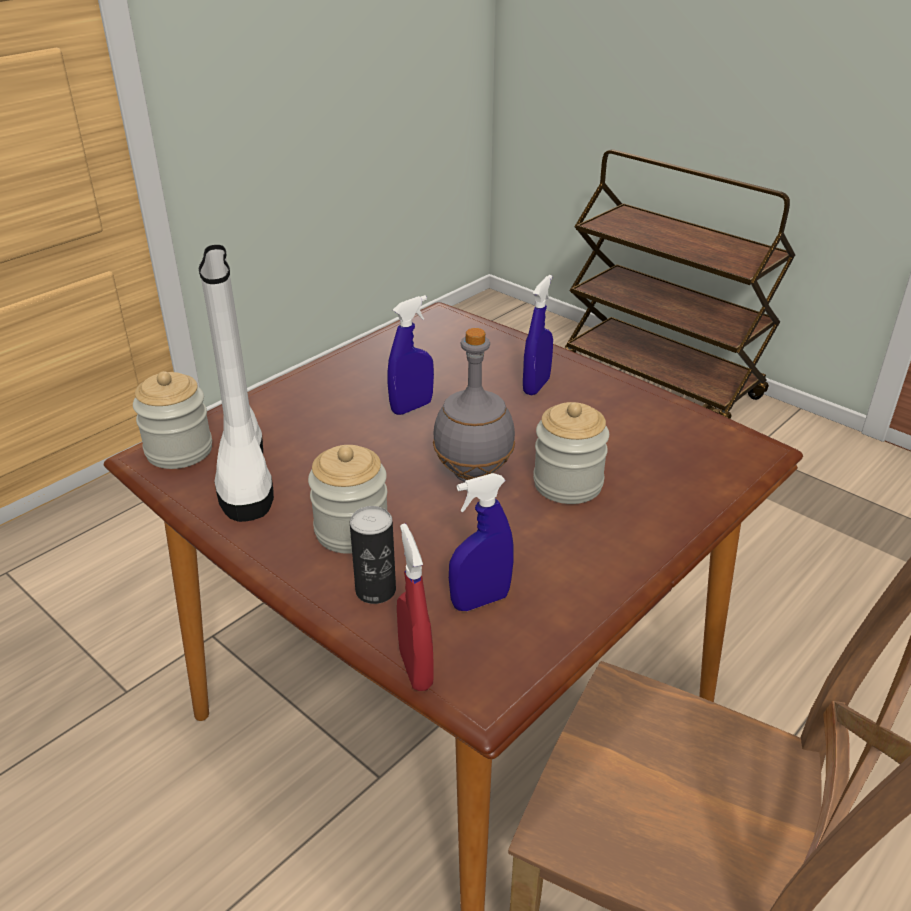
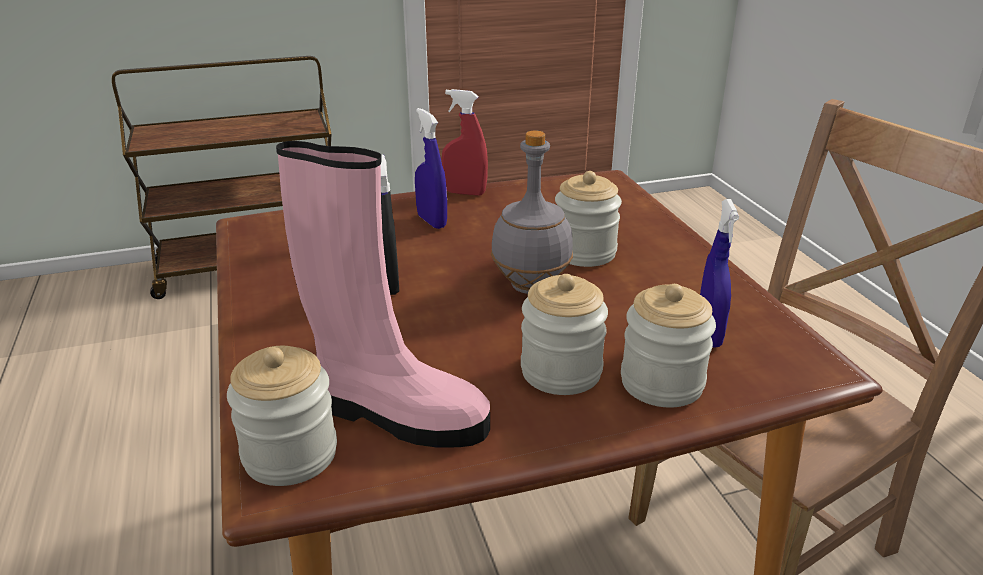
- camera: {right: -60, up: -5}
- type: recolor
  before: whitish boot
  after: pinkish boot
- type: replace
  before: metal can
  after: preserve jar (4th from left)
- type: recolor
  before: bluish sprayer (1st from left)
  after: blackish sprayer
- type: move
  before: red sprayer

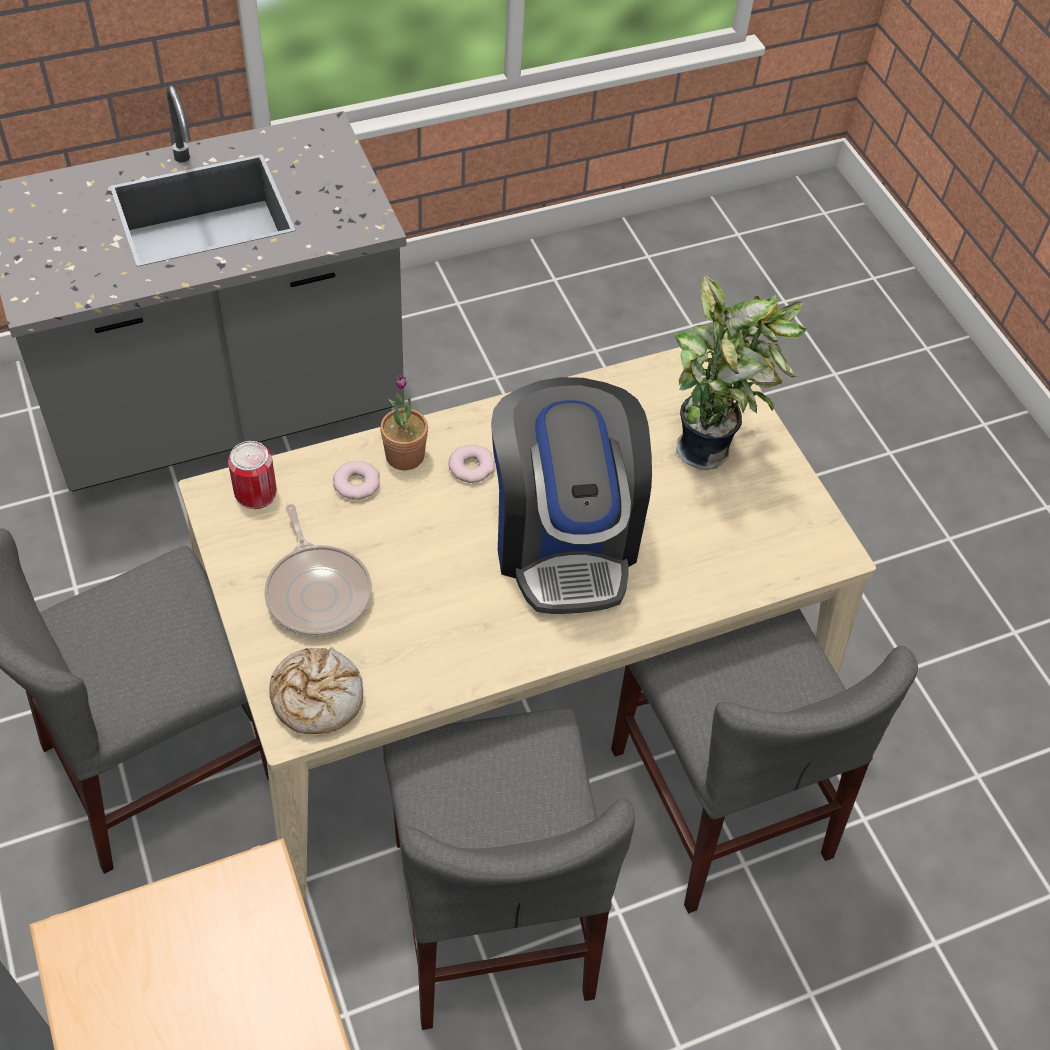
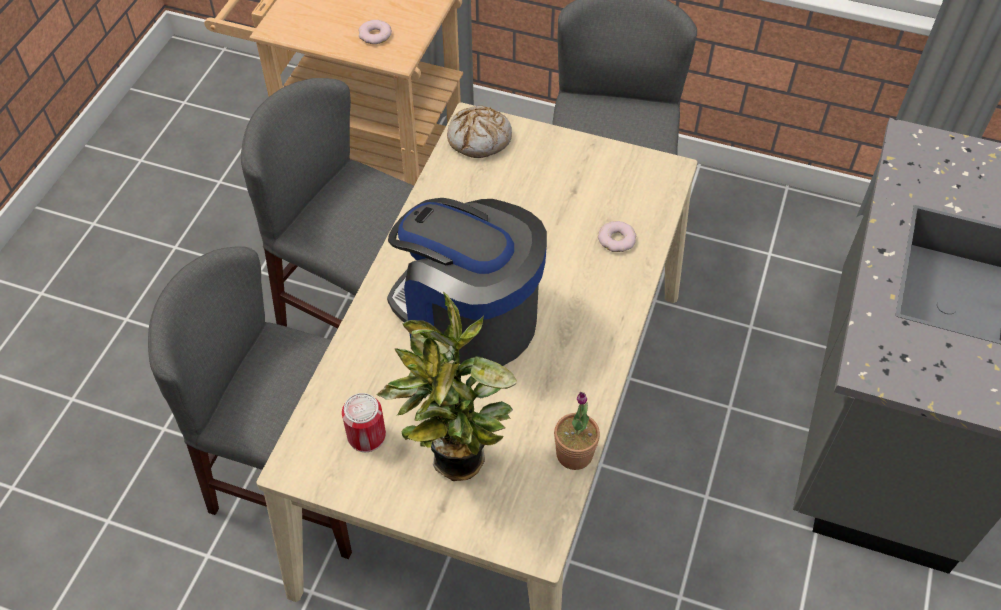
- camera: {right: 135, up: 0}
- type: move
  before: metal can
- type: delete
  before: pan
- type: move
  before: potted plant (1st from left in the first image)
  after: potted plant (2nd from left)
- type: move
  before: doughnut (2nd from left in the first image)
  after: doughnut (1st from left)

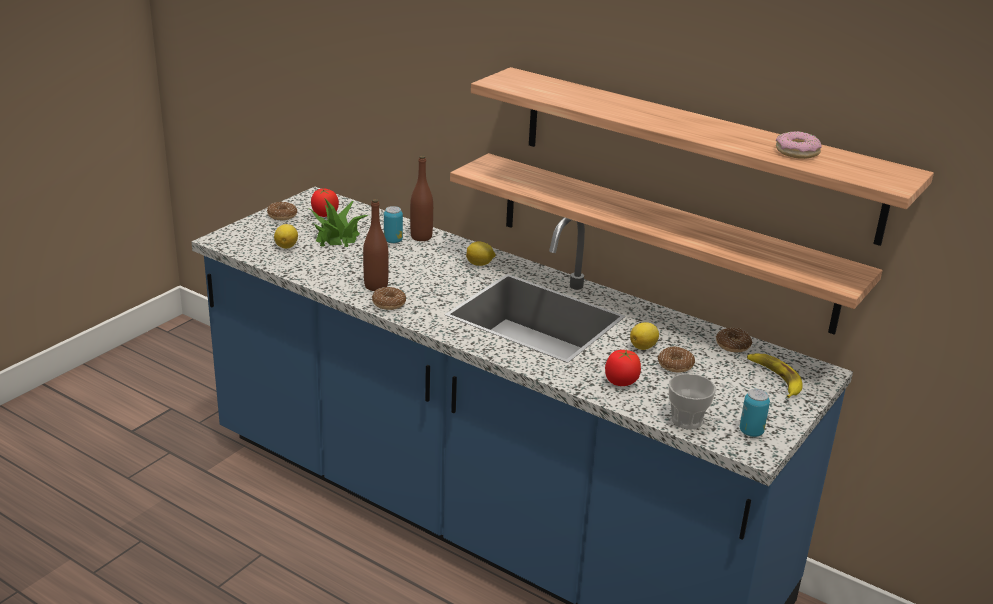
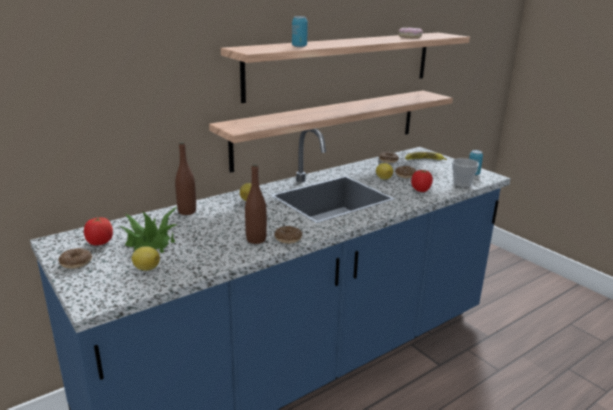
- camera: {right: -70, up: -5}
- type: move
  before: metal can (1st from left)

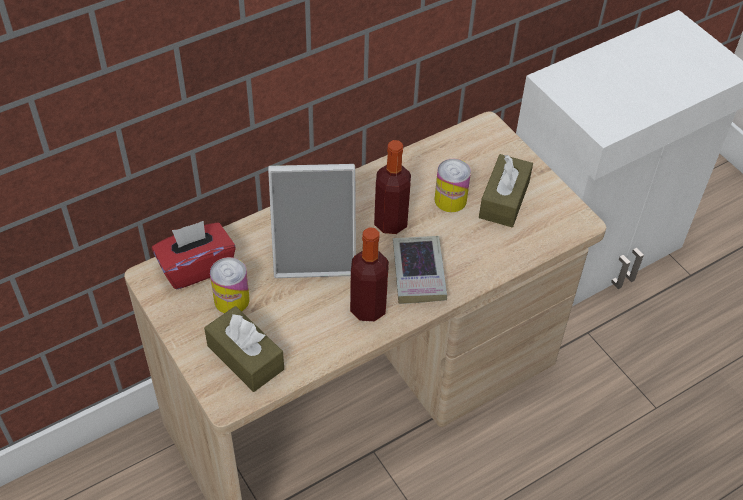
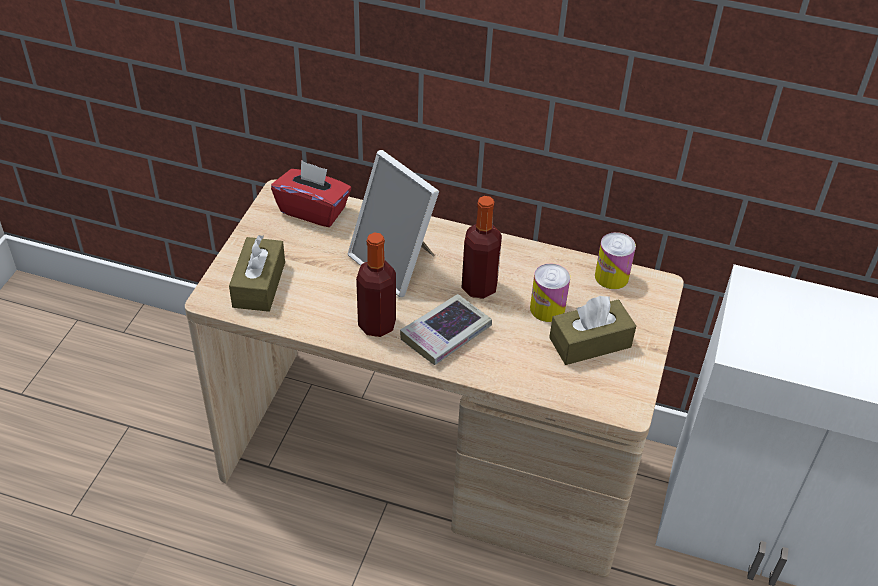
- camera: {right: 50, up: -5}
- type: move
  before: metal can (1st from left in the first image)
  after: metal can (2nd from left)

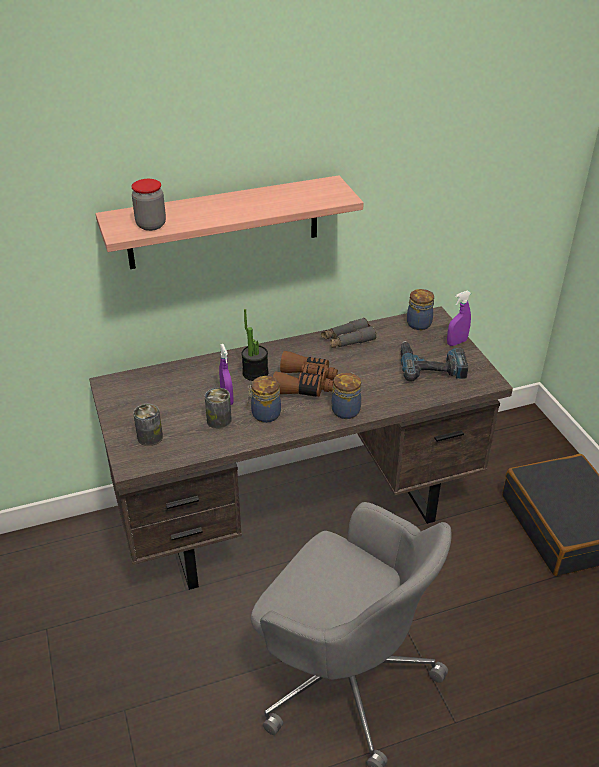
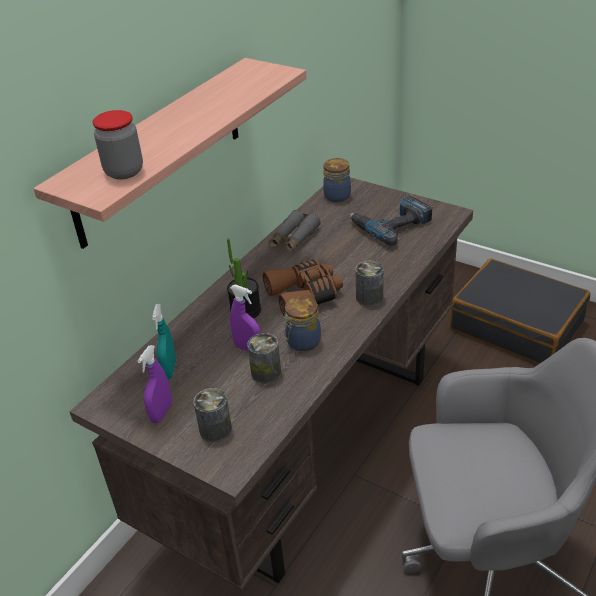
- camera: {right: -35, up: 0}
- type: replace
  before: preserve jar (3rd from left)
  after: metal can (3rd from left)
- type: move
  before: purple sprayer (2nd from left in the first image)
  after: purple sprayer (1st from left)
- type: insert
  after: turquoise sprayer

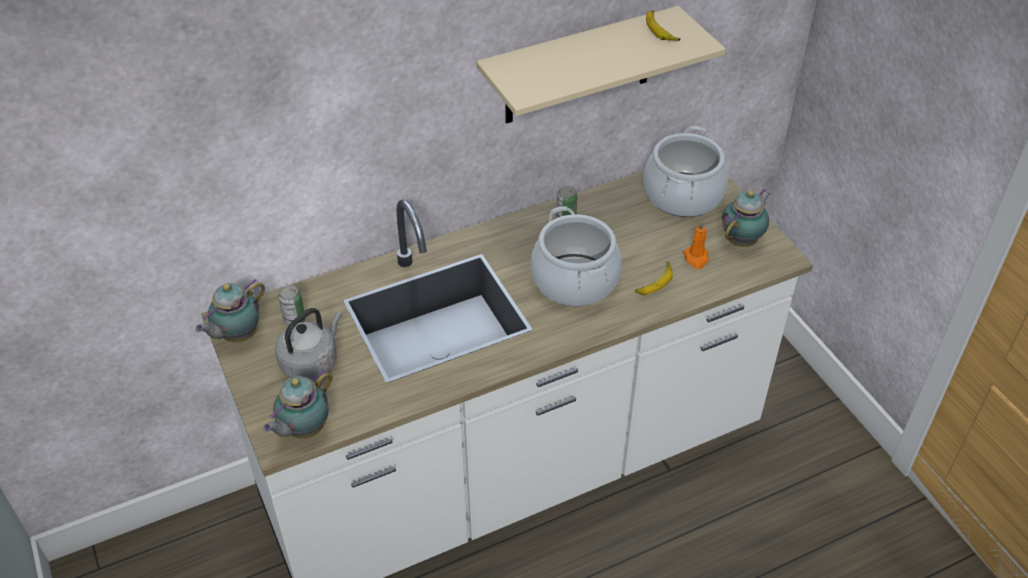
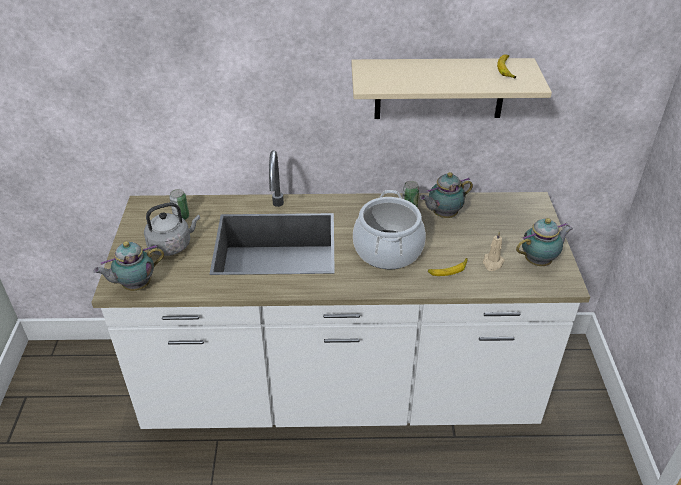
- camera: {right: 25, up: -5}
- type: move
  before: teapot (1st from left in the first image)
  after: teapot (2nd from left)
- type: delete
  before: stockpot (2nd from left)
- type: recolor
  before: orange-coloured candle
  after: beige candle

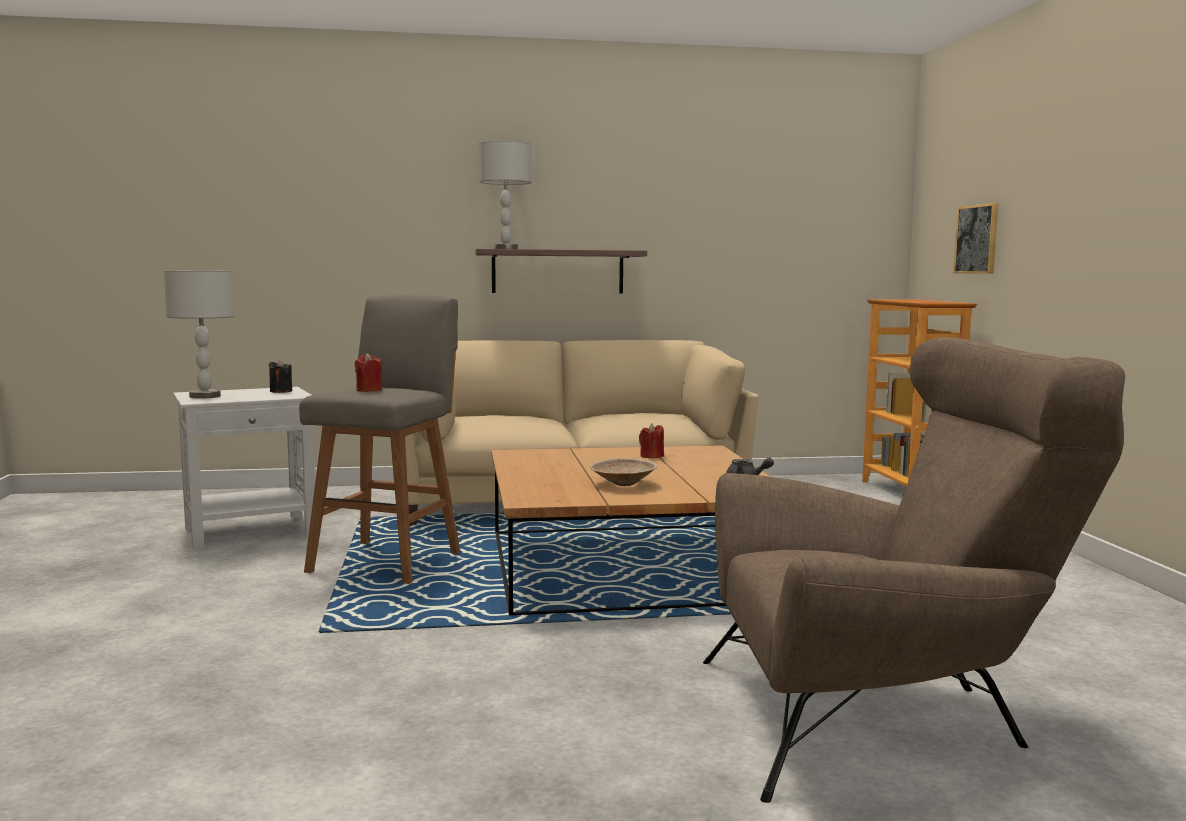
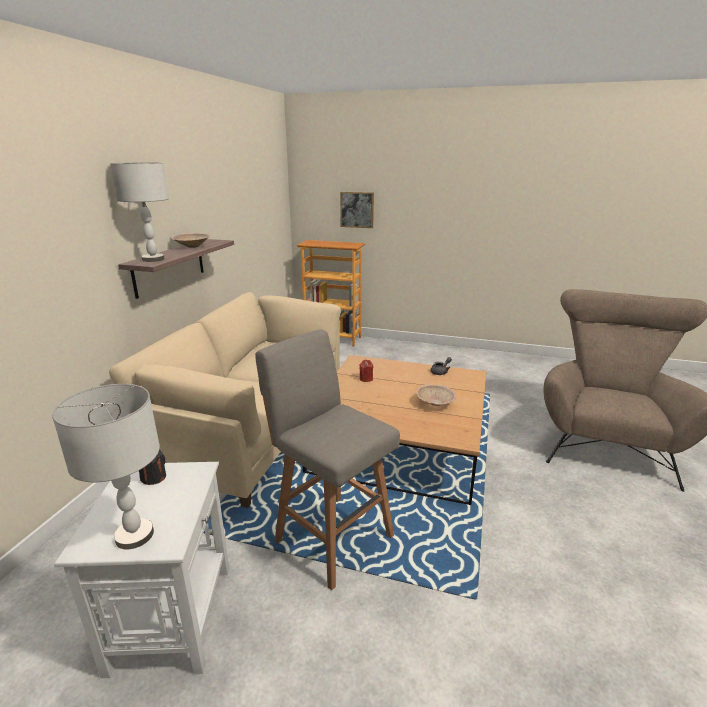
- camera: {right: -65, up: 15}
- type: delete
  before: red candle (1st from left)
- type: insert
  after: beige bowl (1st from left)

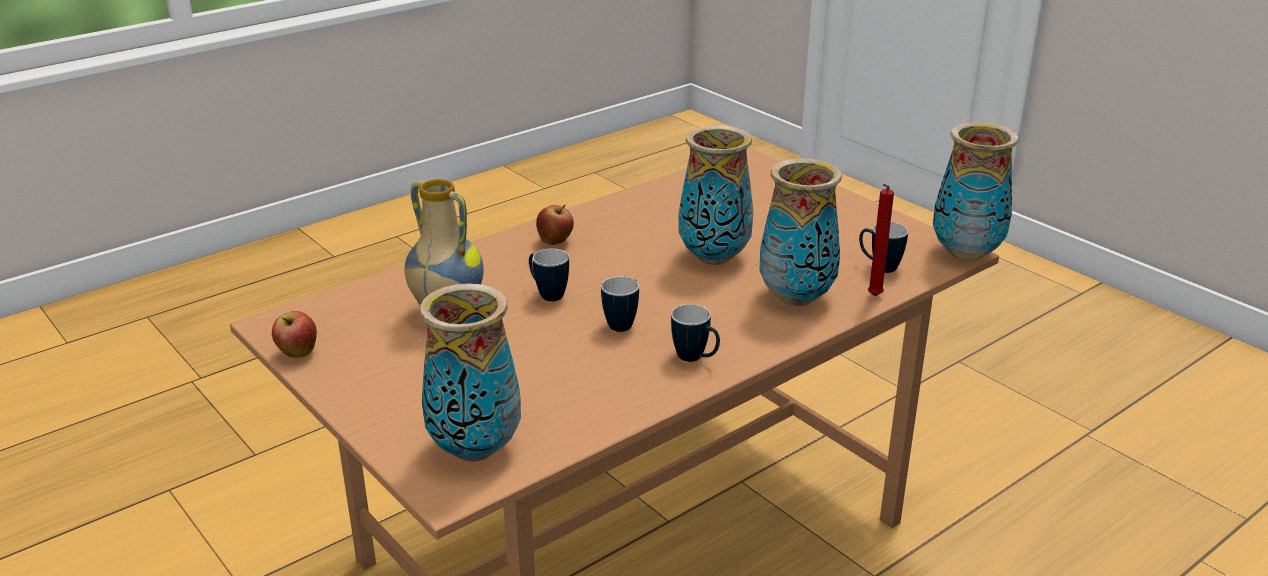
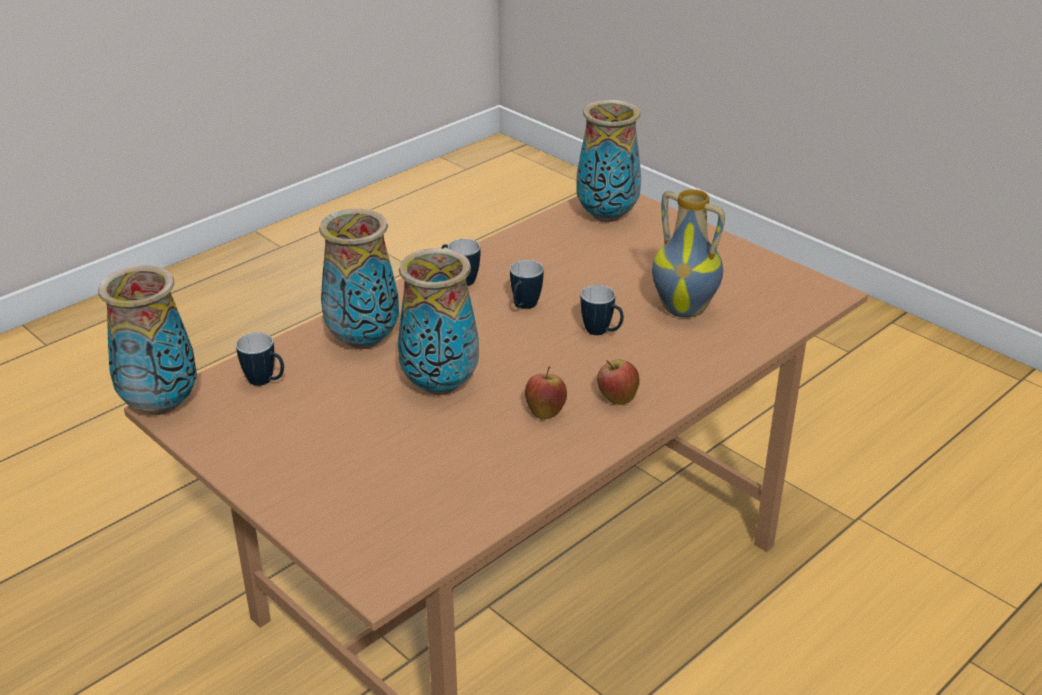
- camera: {right: 175, up: 5}
- type: move
  before: apple fruit (1st from left)
- type: delete
  before: red candle

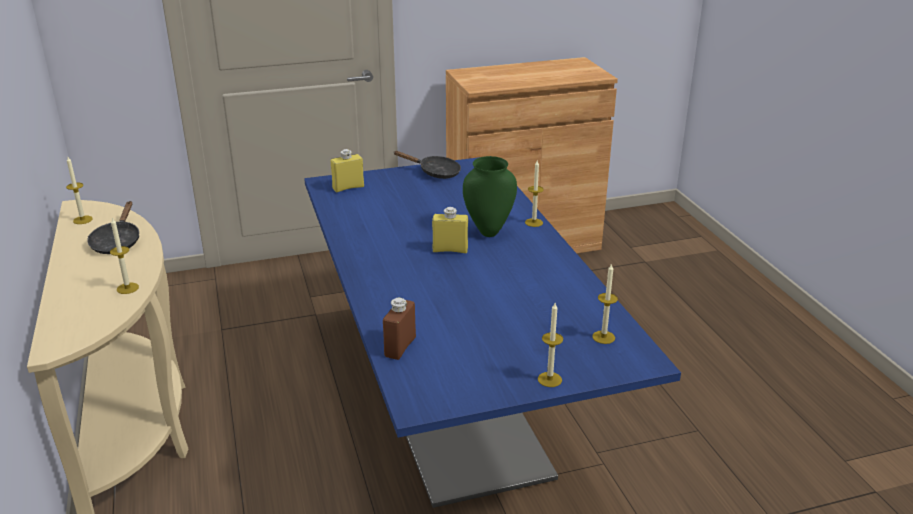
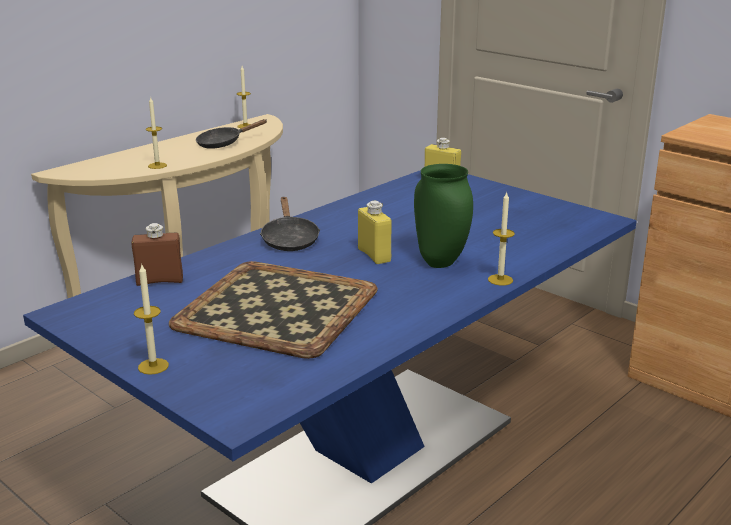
- camera: {right: 60, up: -5}
- type: move
  before: blackish pan (2nd from left)
- type: delete
  before: candle (5th from left)
- type: insert
  after: serving tray

